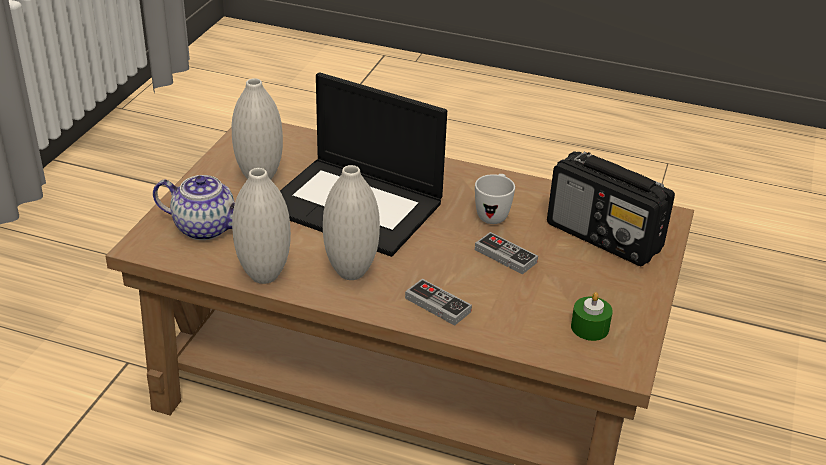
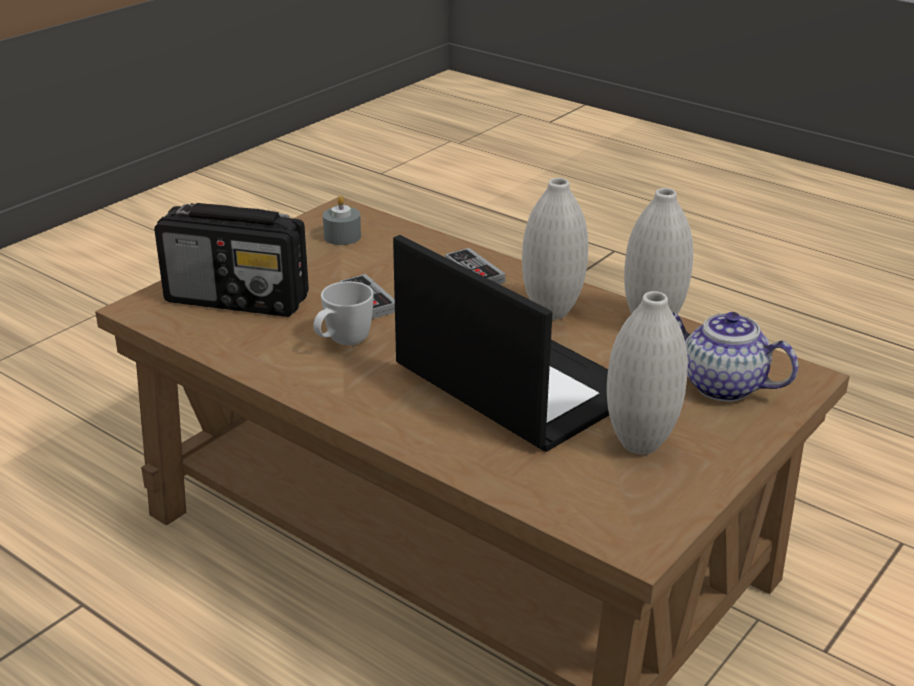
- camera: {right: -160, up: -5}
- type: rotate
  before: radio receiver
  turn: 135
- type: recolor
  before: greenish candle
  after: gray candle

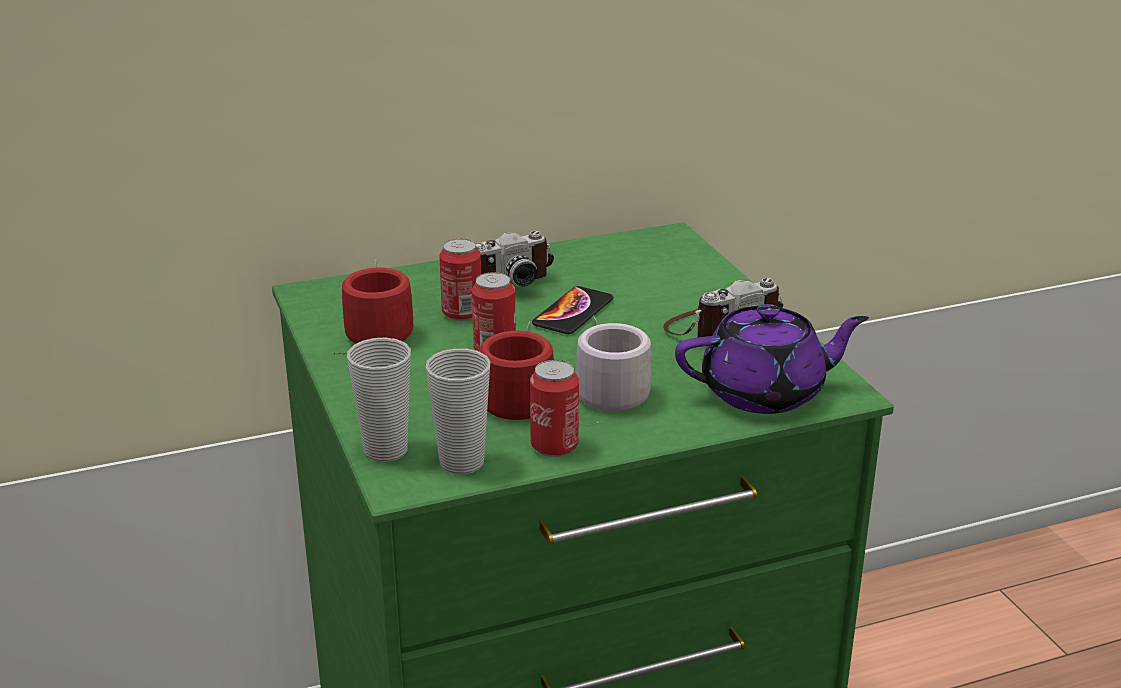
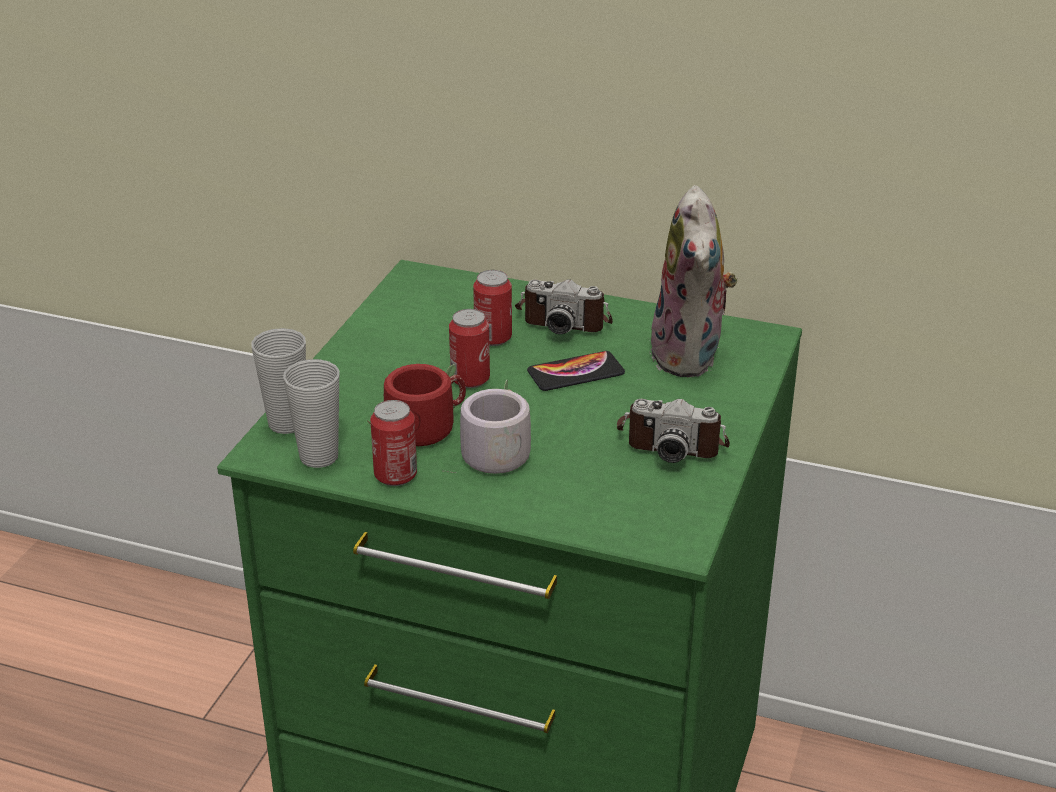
- camera: {right: 40, up: 5}
- type: delete
  before: red mug (1st from left)
- type: delete
  before: purple teapot
- type: insert
  after: plush toy

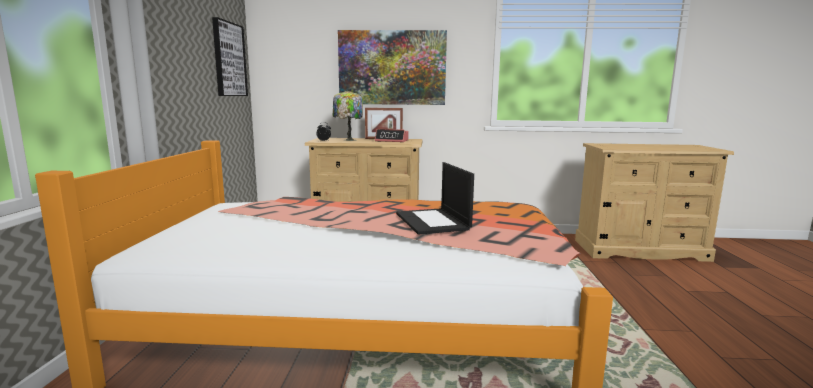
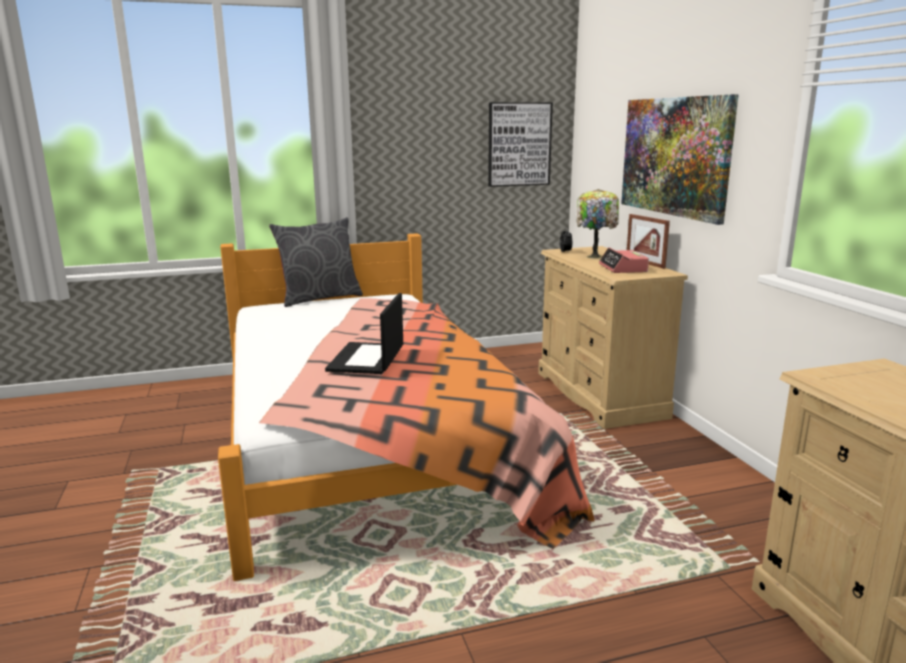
- camera: {right: 70, up: 5}
- type: rotate
  before: notebook computer
  turn: -45
- type: insert
  after: gray throw pillow

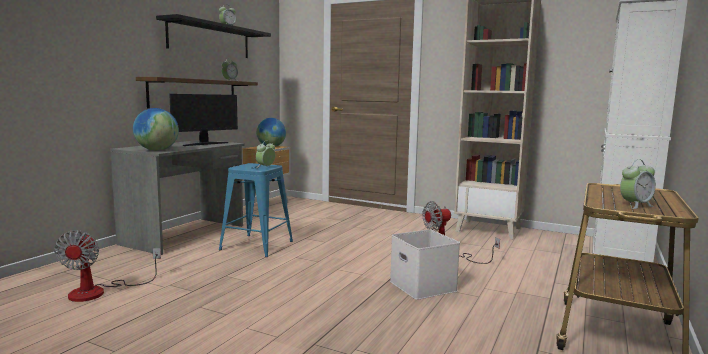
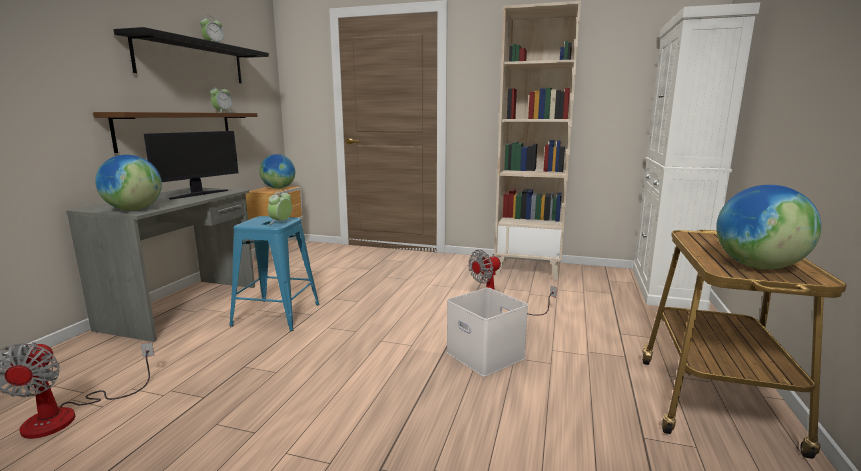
- camera: {right: -10, up: 5}
- type: replace
  before: bedside clock (4th from left)
  after: world globe (3rd from left)

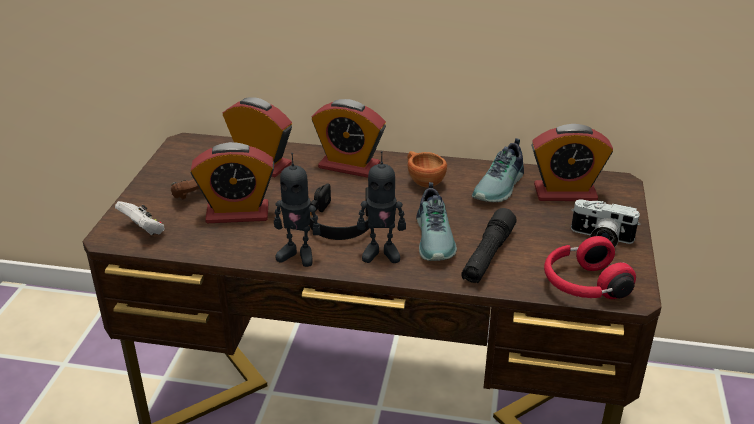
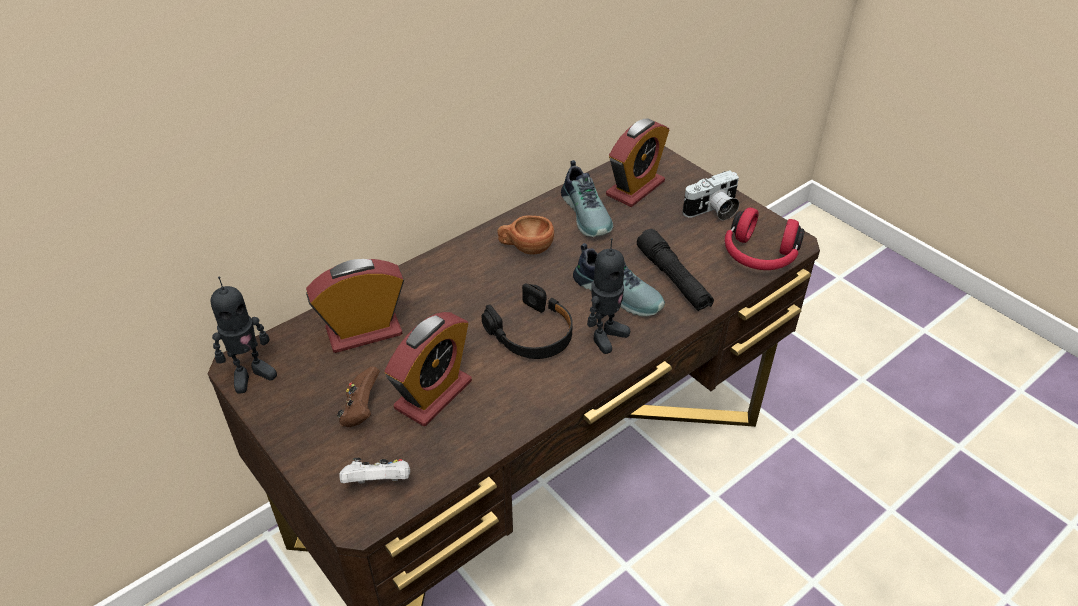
- camera: {right: -50, up: 10}
- type: move
  before: model robot (1st from left)
- type: delete
  before: bedside clock (3rd from left)

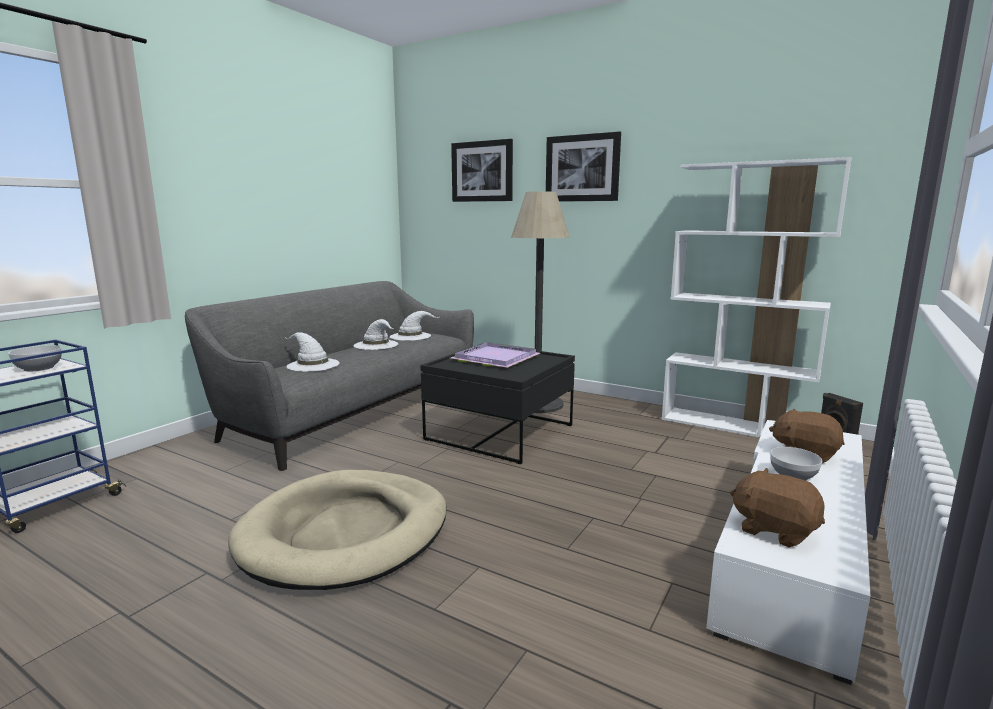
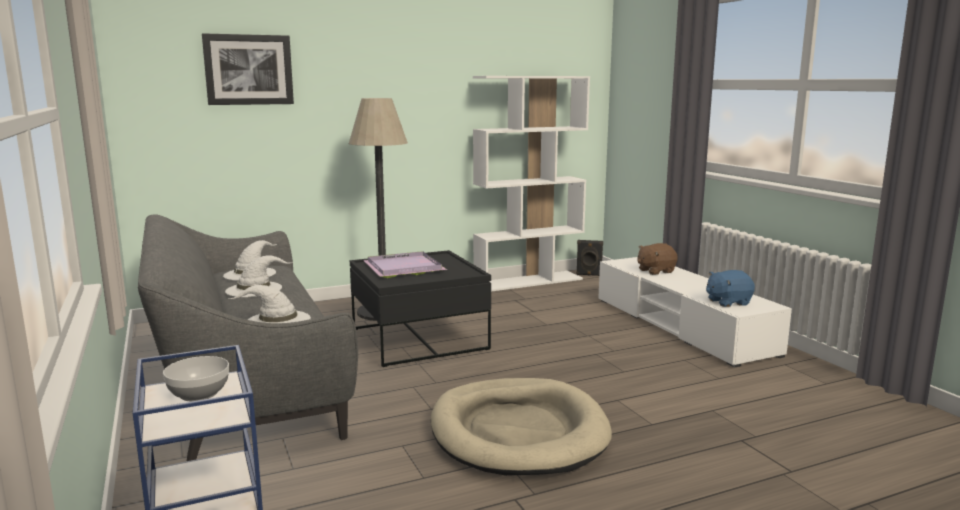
- camera: {right: -55, up: 0}
- type: delete
  before: wall art (2nd from left)
- type: recolor
  before: brown-coloured plush toy (1st from left)
  after: bluish plush toy
- type: delete
  before: bowl (2nd from left)

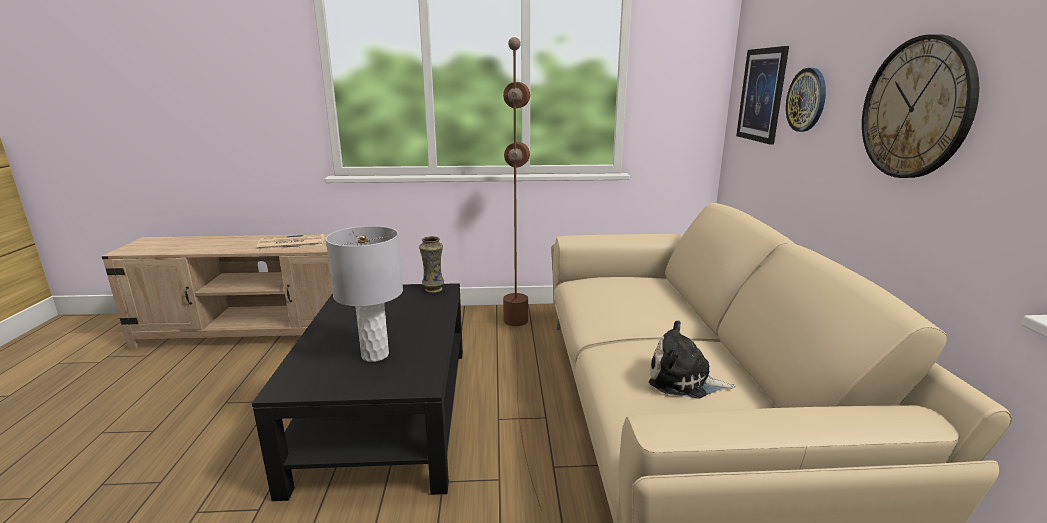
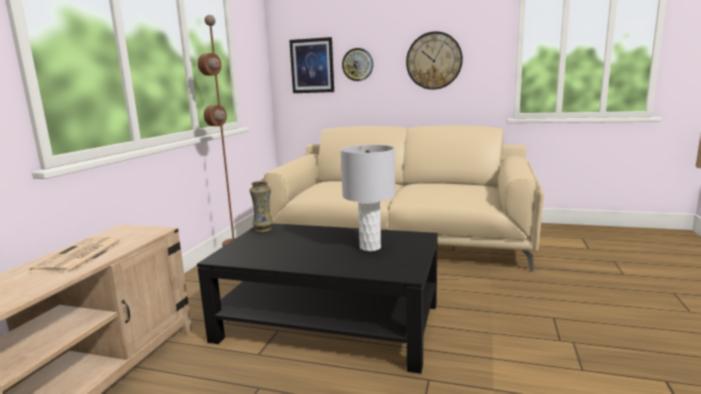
- camera: {right: -70, up: -5}
- type: delete
  before: plush toy

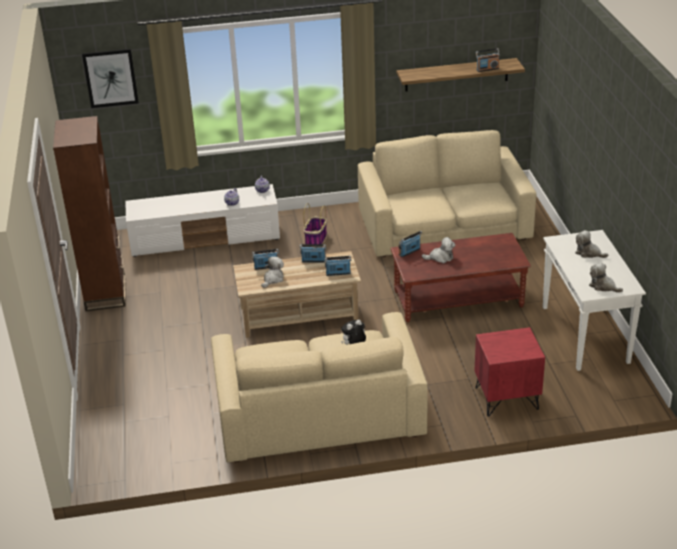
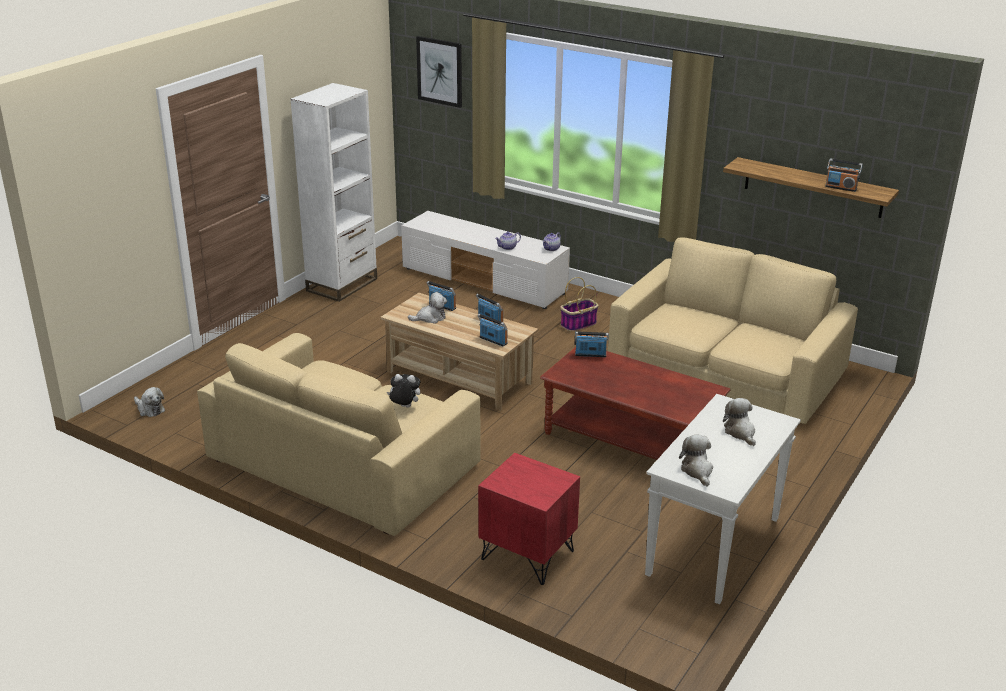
- camera: {right: 40, up: -5}
- type: recolor
  before: brown-coloured bookcase
  after: whitish bookcase
- type: move
  before: plush toy (3rd from left in the first image)
  after: plush toy (1st from left)

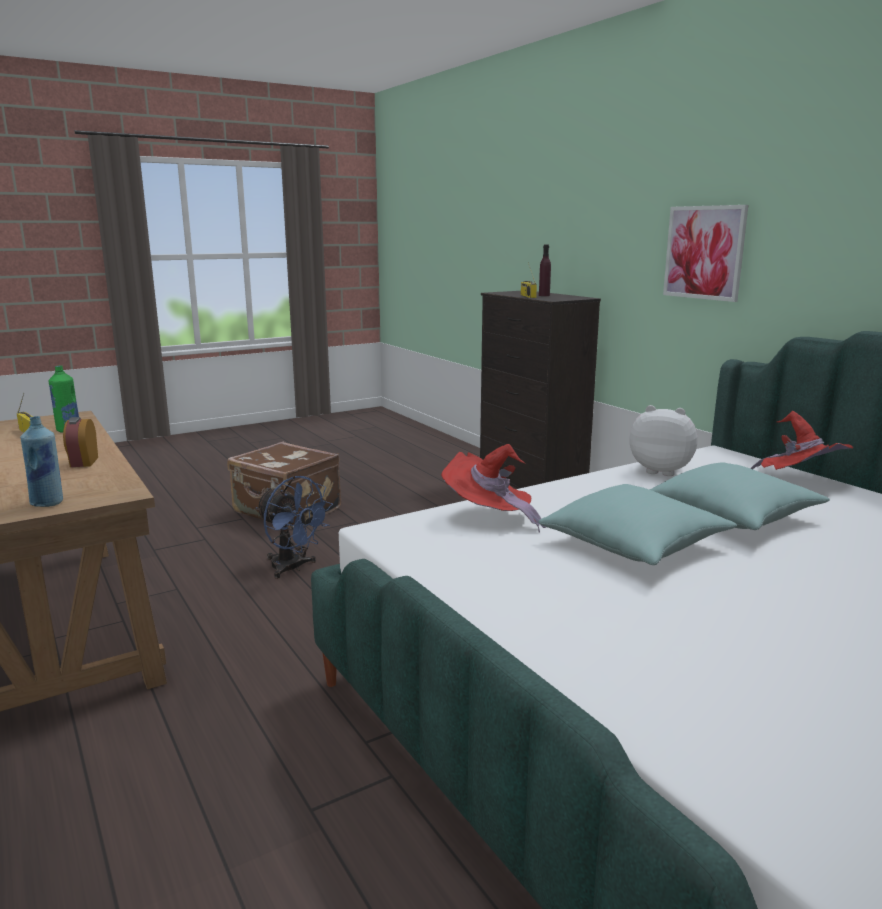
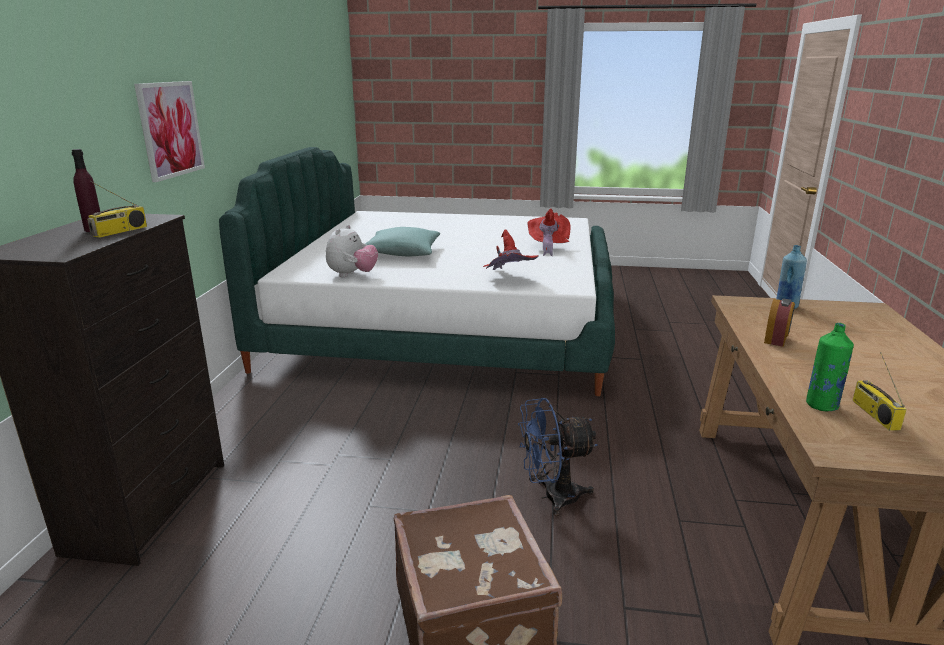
- camera: {right: -140, up: 5}
- type: rotate
  before: bluish fan
  turn: -90
- type: delete
  before: turquoise throw pillow (1st from left)
- type: rotate
  before: plush toy
  turn: -135
- type: move
  before: red hat (2nd from left)

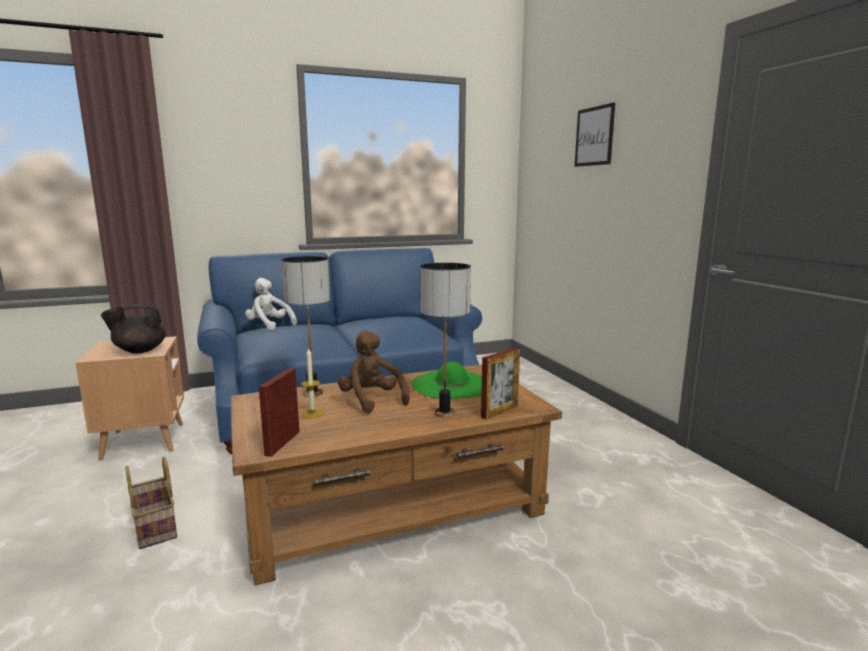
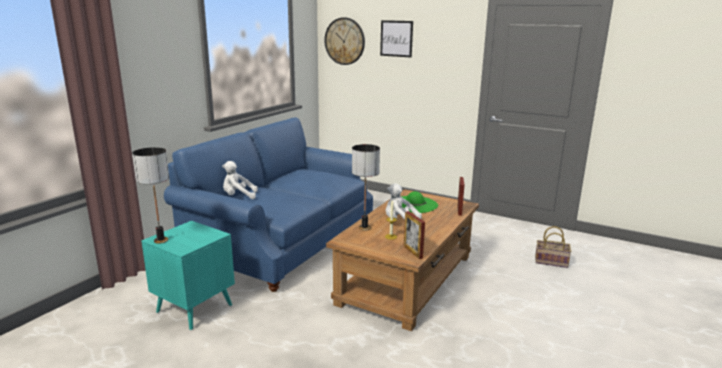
- camera: {right: -40, up: 5}
- type: recolor
  before: brown-coloured accent table
  after: turquoise accent table
- type: delete
  before: blackish teapot
- type: move
  before: storage basket
- type: recolor
  before: brown-coloured plush toy
  after: whitish plush toy (2nd from left)
- type: move
  before: tabletop lamp (2nd from left in the first image)
  after: tabletop lamp (1st from left)
- type: insert
  after: clock on the wall

